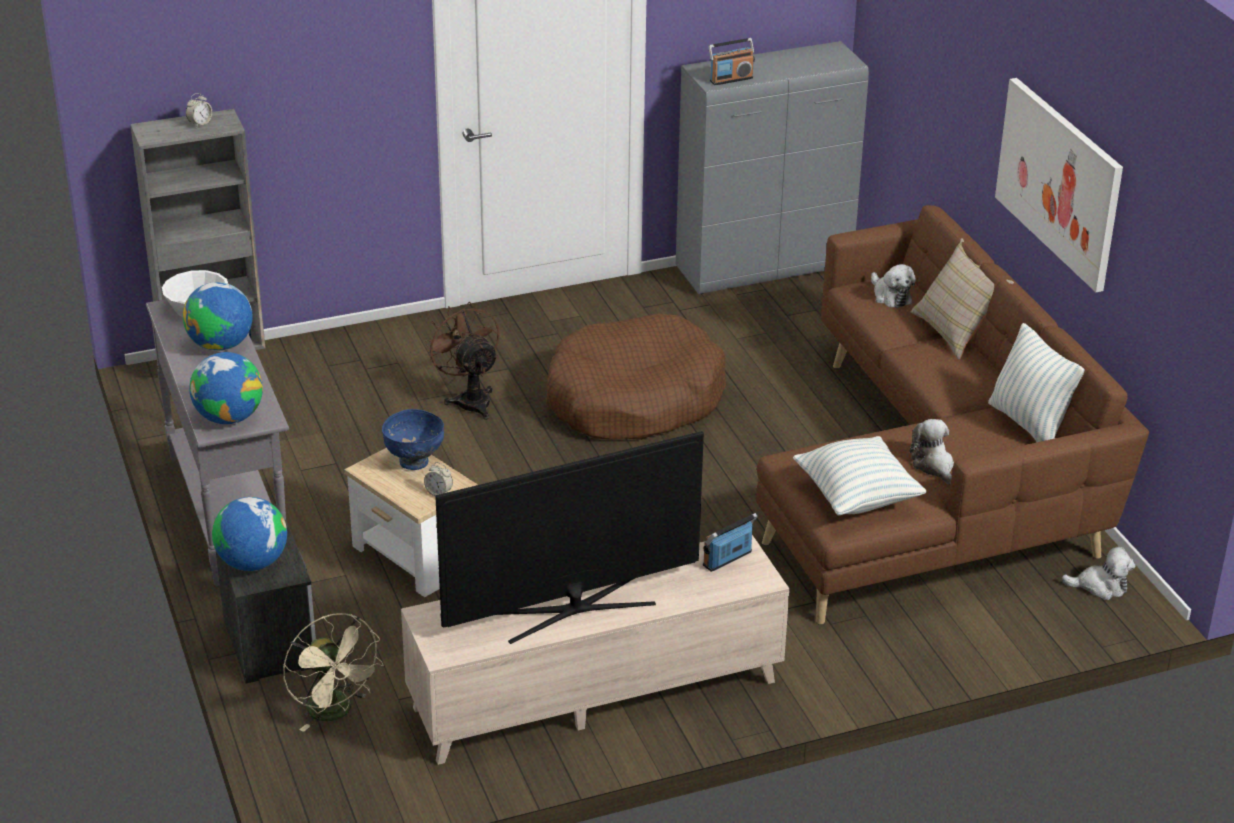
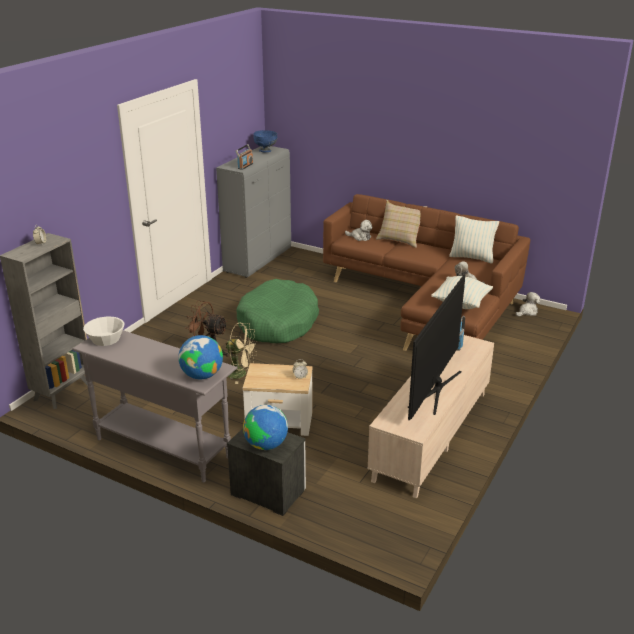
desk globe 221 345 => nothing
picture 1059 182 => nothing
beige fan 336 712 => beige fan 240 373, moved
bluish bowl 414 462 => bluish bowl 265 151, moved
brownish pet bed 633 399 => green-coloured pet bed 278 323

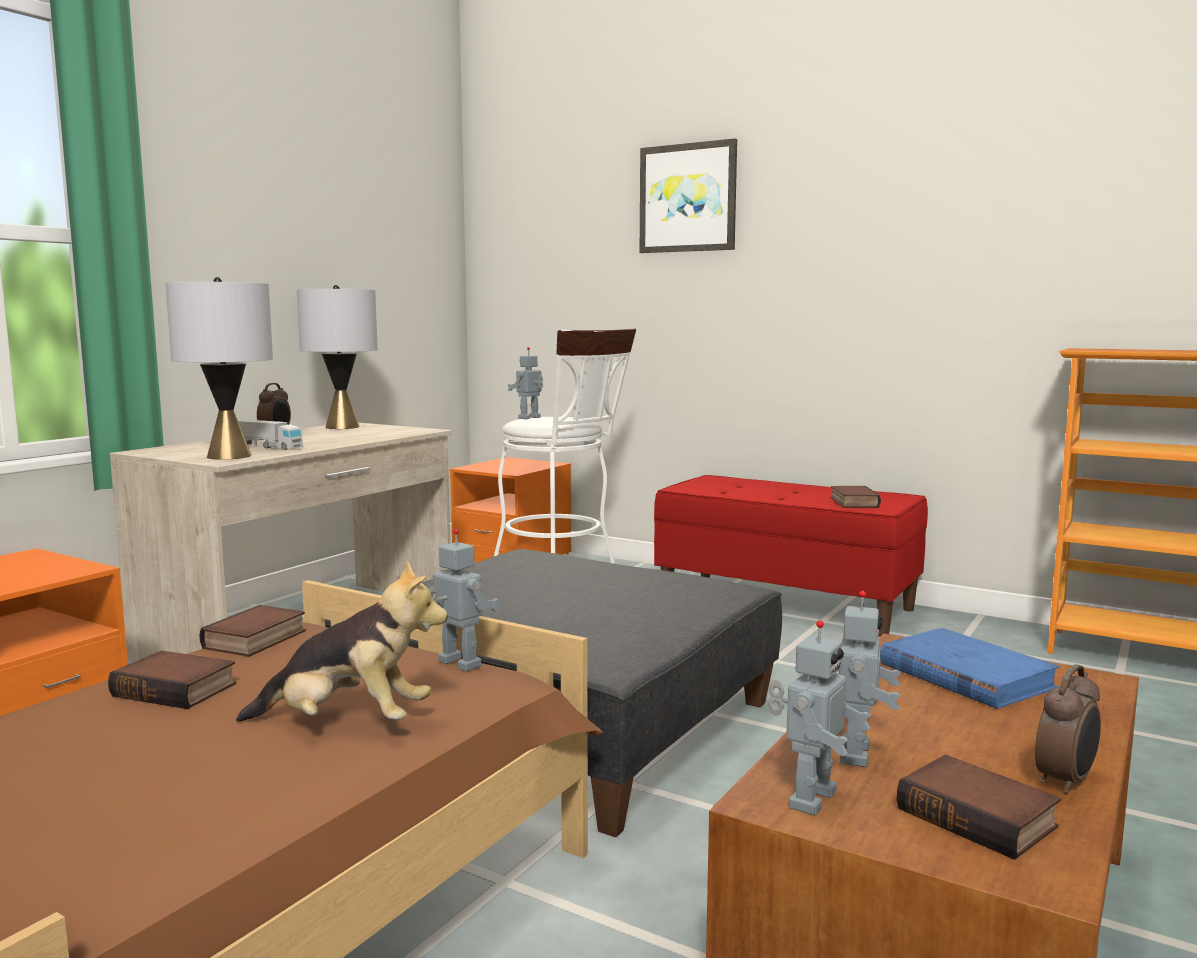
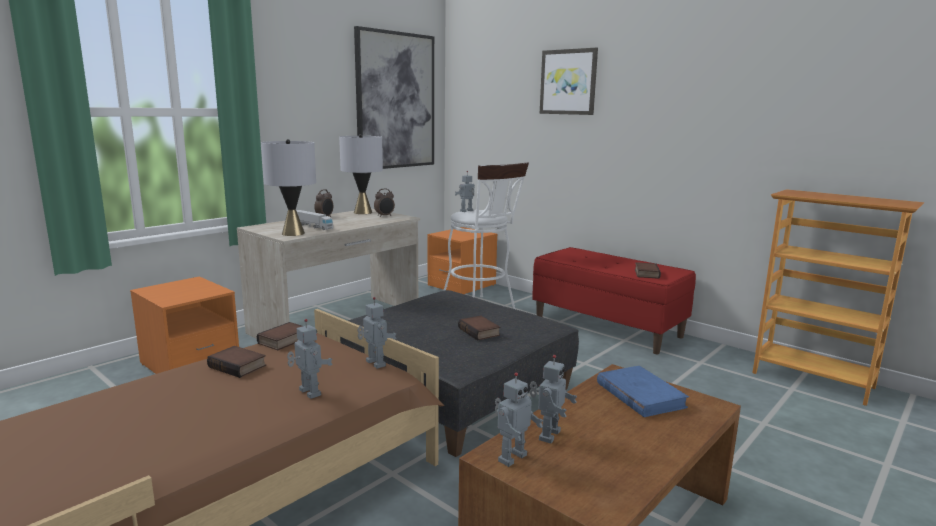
nothing => picture 395 101
book 980 817 => book 480 332, moved
bedside clock 1066 782 => bedside clock 384 216, moved
soft toy 348 723 => toy robot 308 393

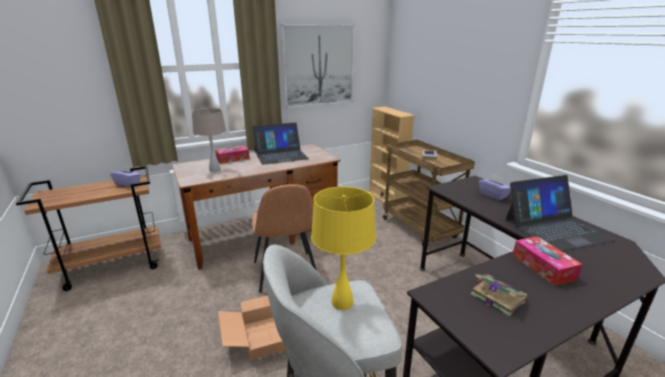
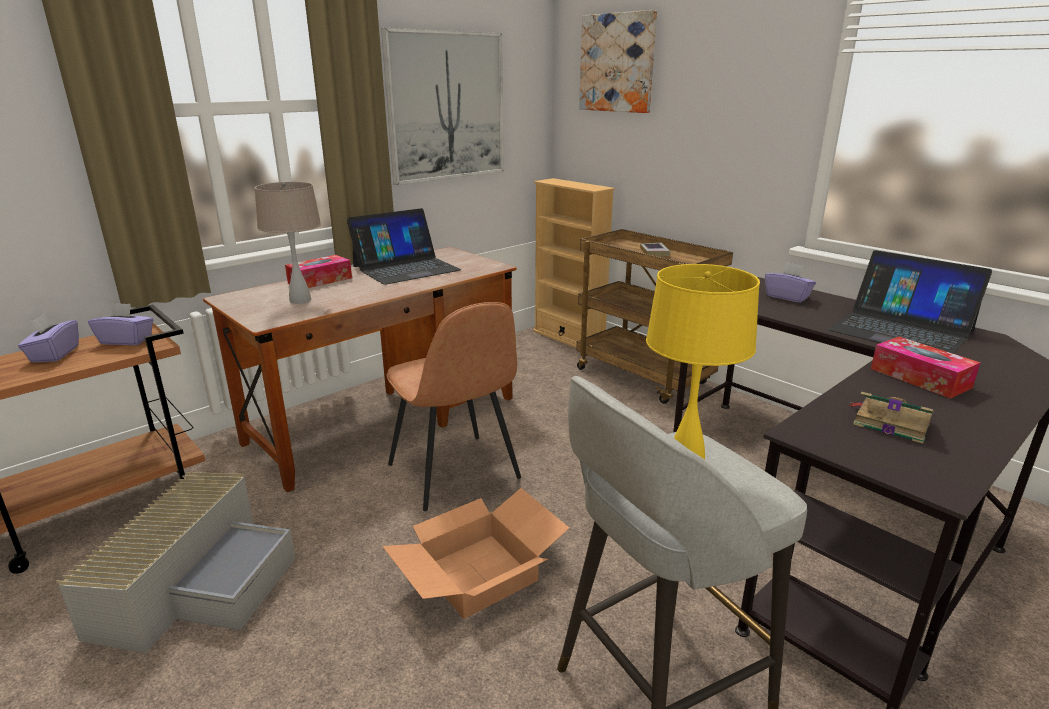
nothing => purplish tissue box 54 354
nothing => gray storage container 197 580
nothing => picture 617 63
portable computer 555 229 => portable computer 901 330, 75 degrees clockwise

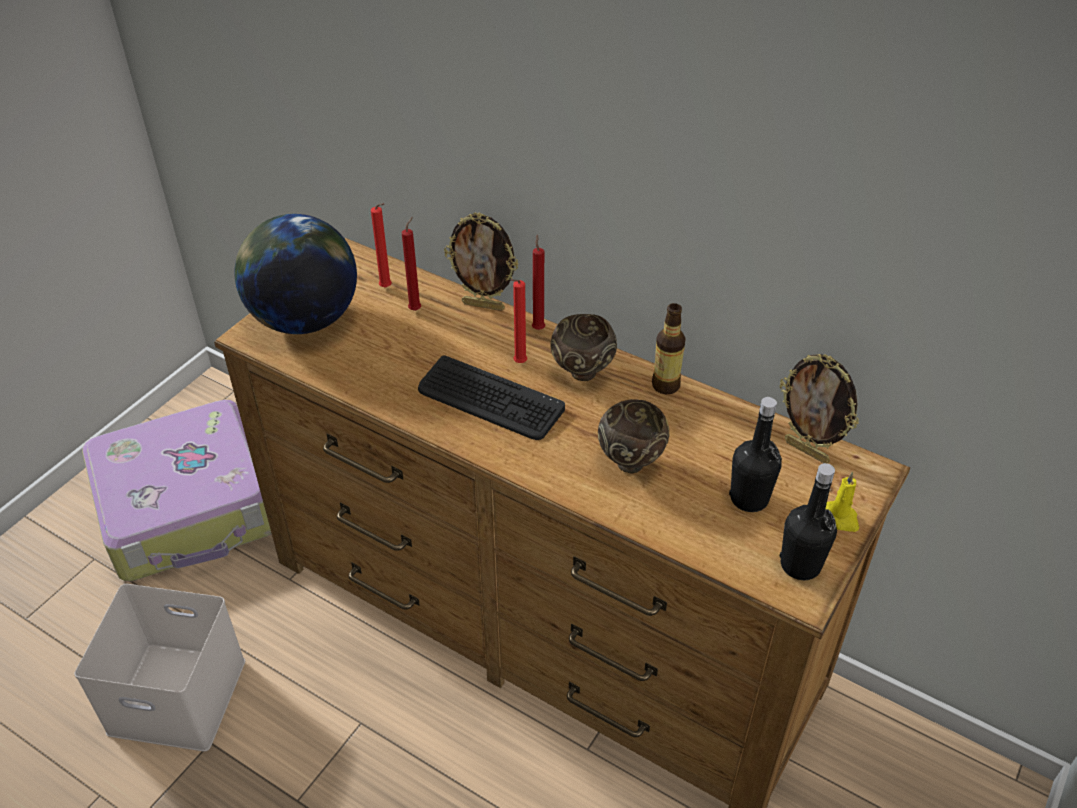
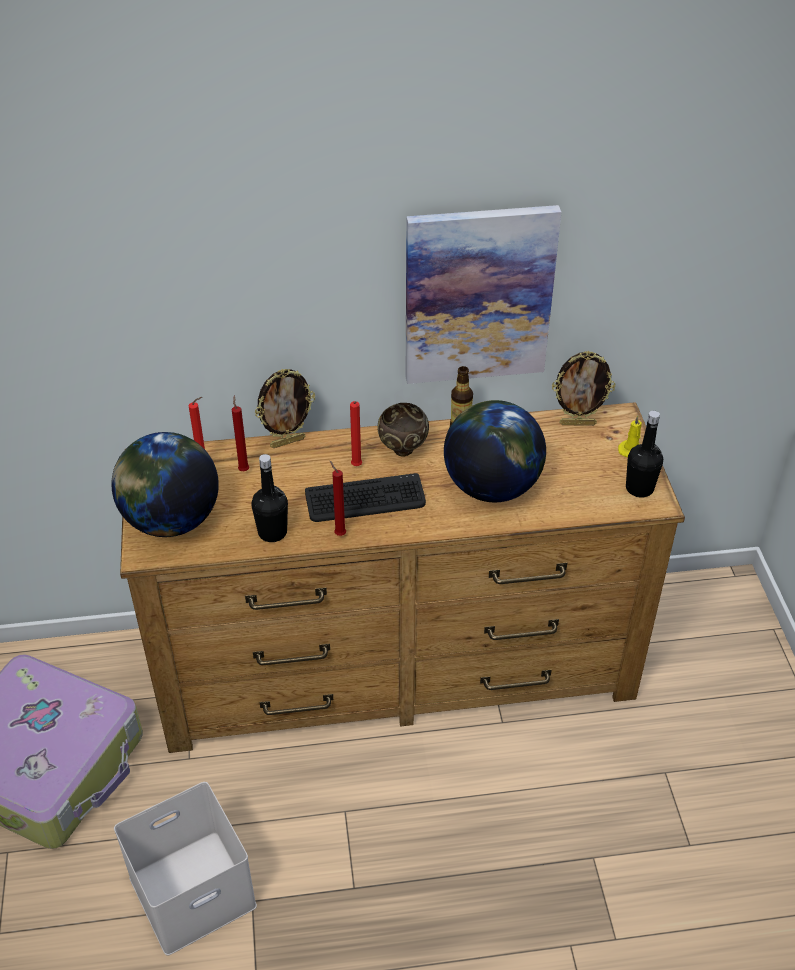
nothing => picture 478 295
red candle 538 328 => red candle 339 533, moved
black beverage bottle 749 498 => black beverage bottle 272 532, moved
brownish bowl 631 462 => desk globe 491 486

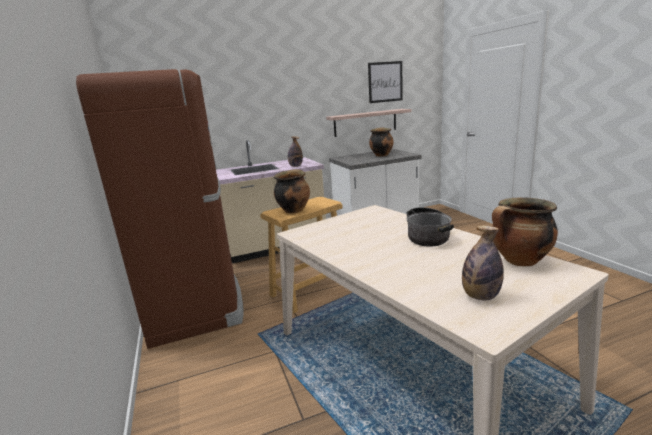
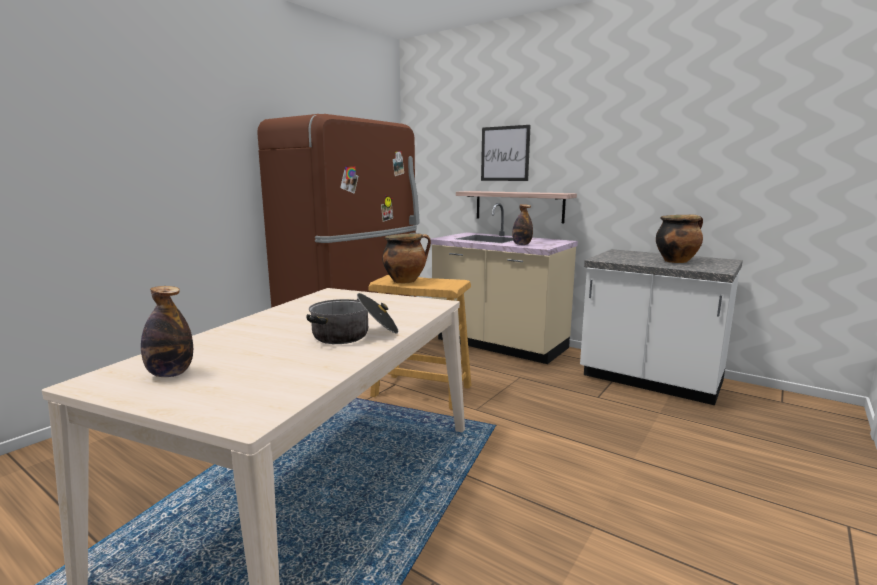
stockpot 519 261 => nothing
shelf 365 122 => shelf 518 206, moved
picture 385 82 => picture 505 153, moved

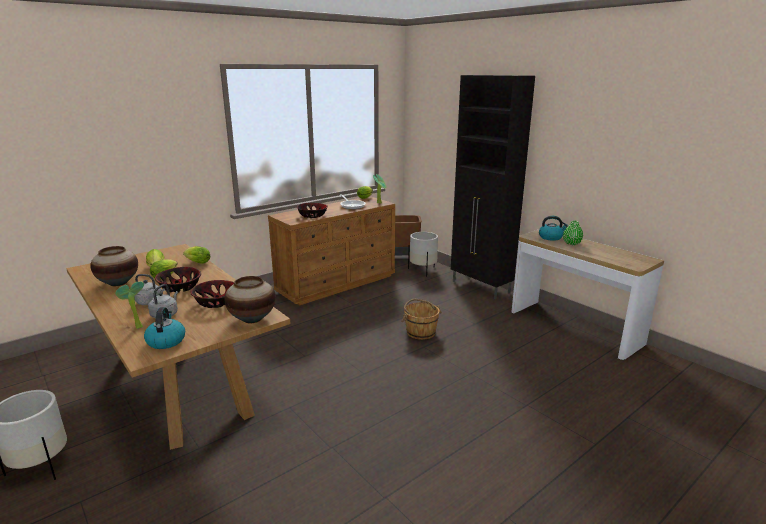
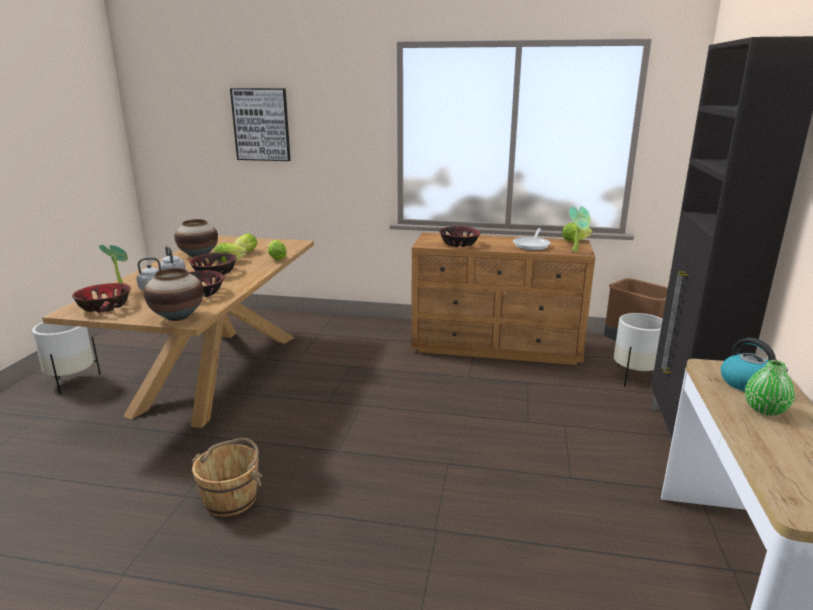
nothing => picture 261 124
brownish water bucket 420 332 => brownish water bucket 231 498, moved
tea kettle 166 341 => bowl 104 307

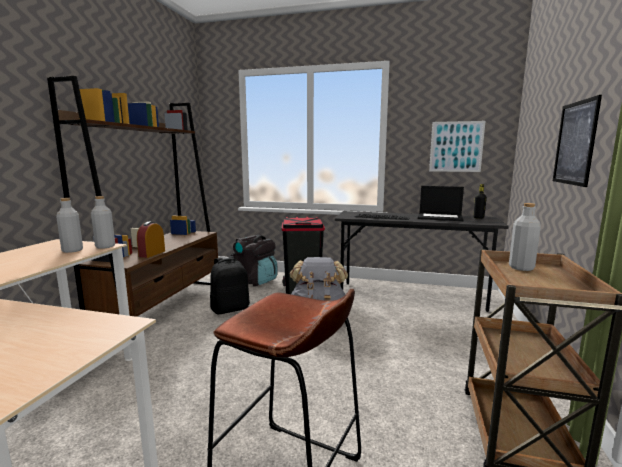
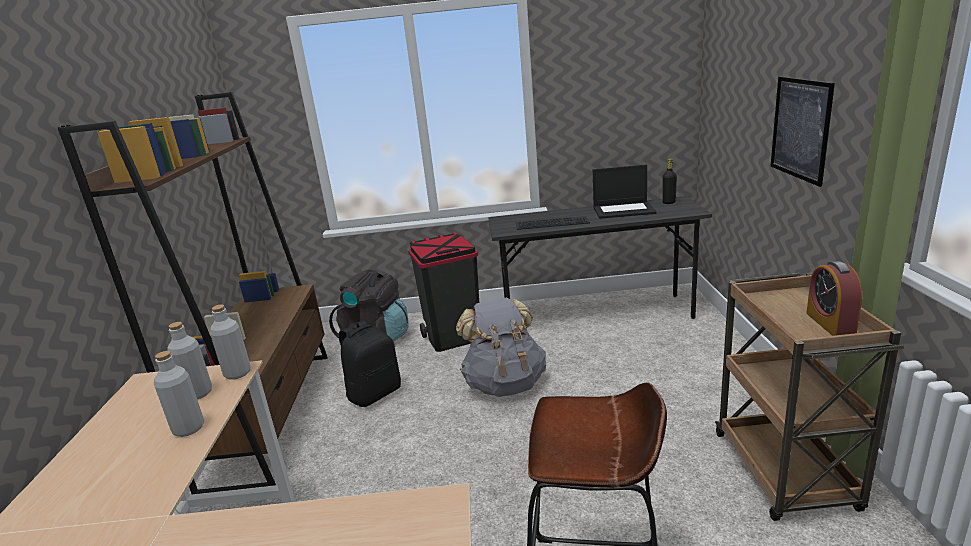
picture 456 146 => nothing
bedside clock 152 254 => bedside clock 830 323, moved
gray beverage bottle 521 268 => gray beverage bottle 188 428, moved

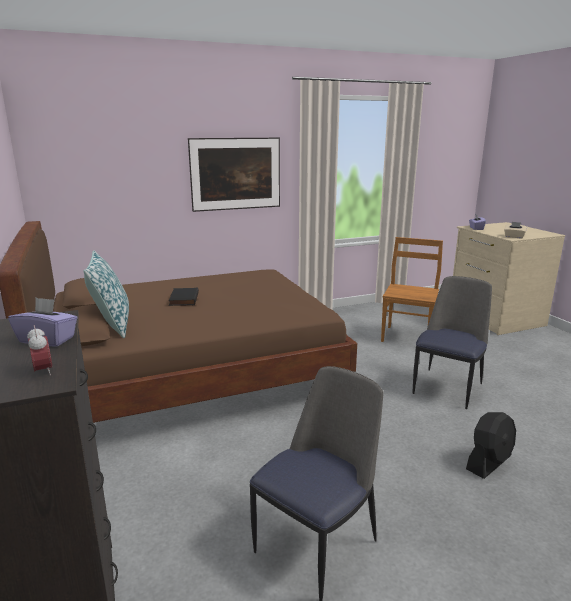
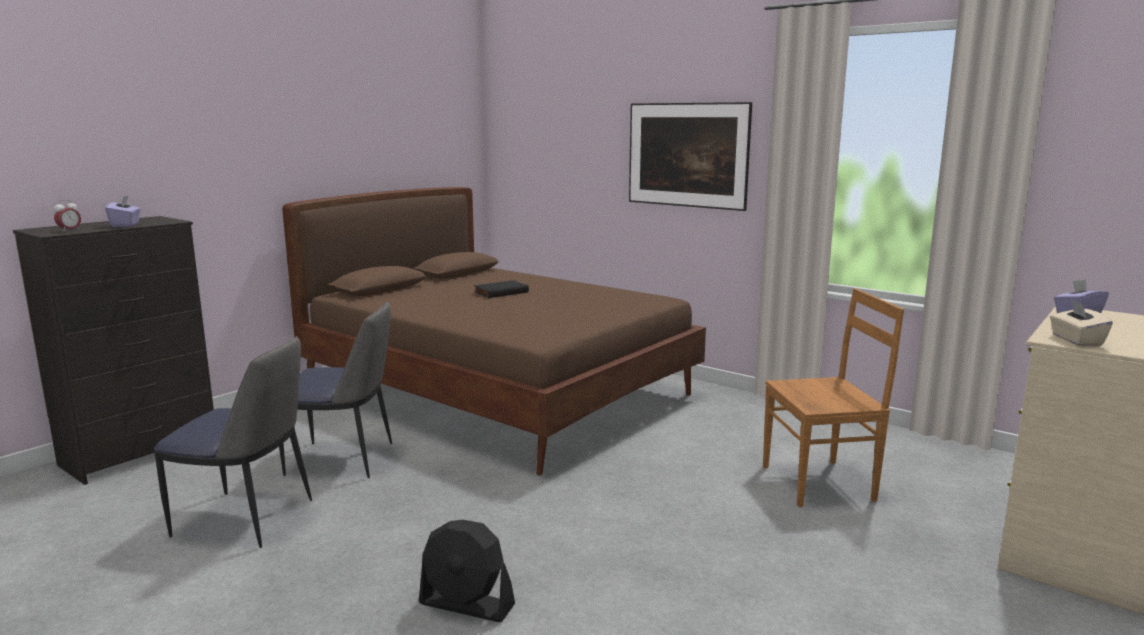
throw pillow 112 325 => nothing
plain chair 448 387 => plain chair 343 460, moved

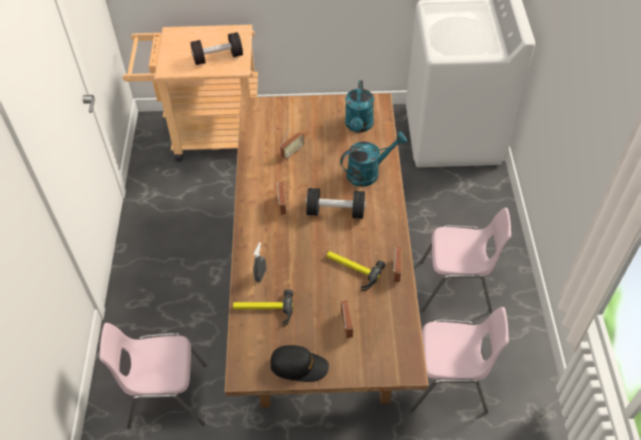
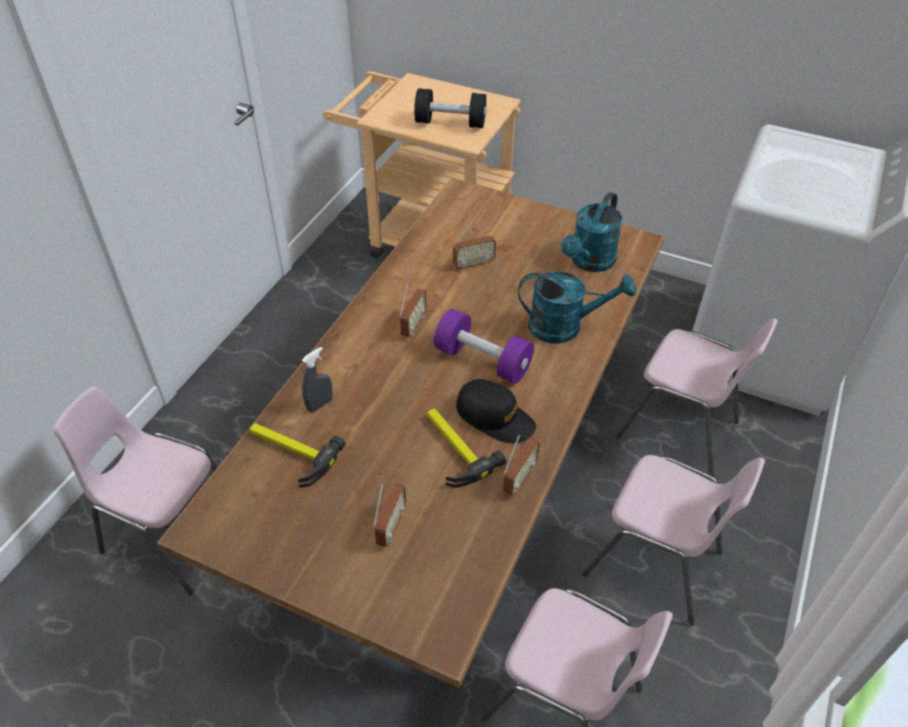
nothing => pink plain chair 679 430
black baseball cap 299 366 => black baseball cap 495 417, moved
black free weight 335 211 => purplish free weight 482 360

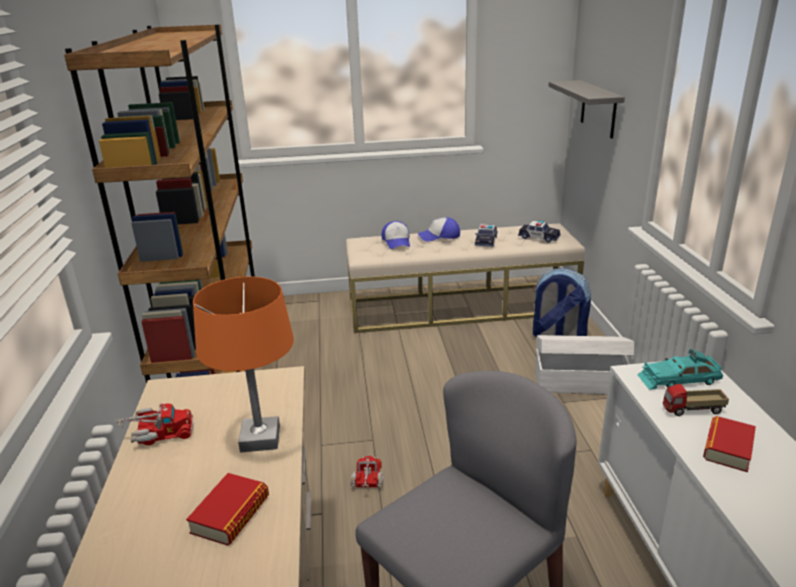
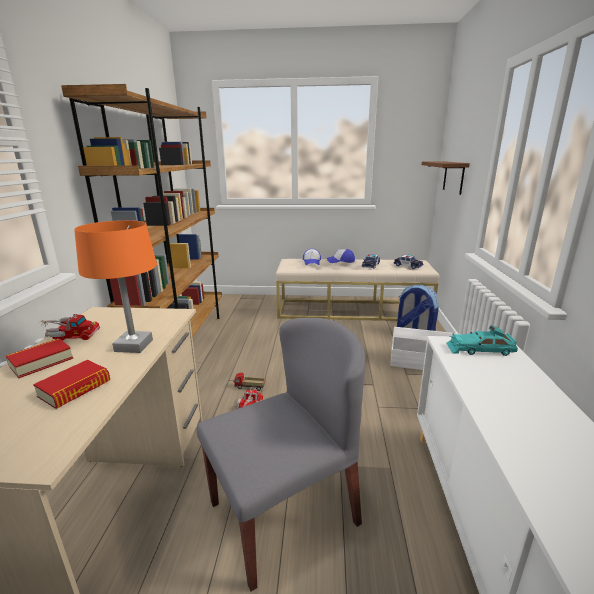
toy truck 693 410 => toy truck 249 387, moved
book 728 448 => book 41 362, moved
gray shelf 598 109 => brownish shelf 453 177

